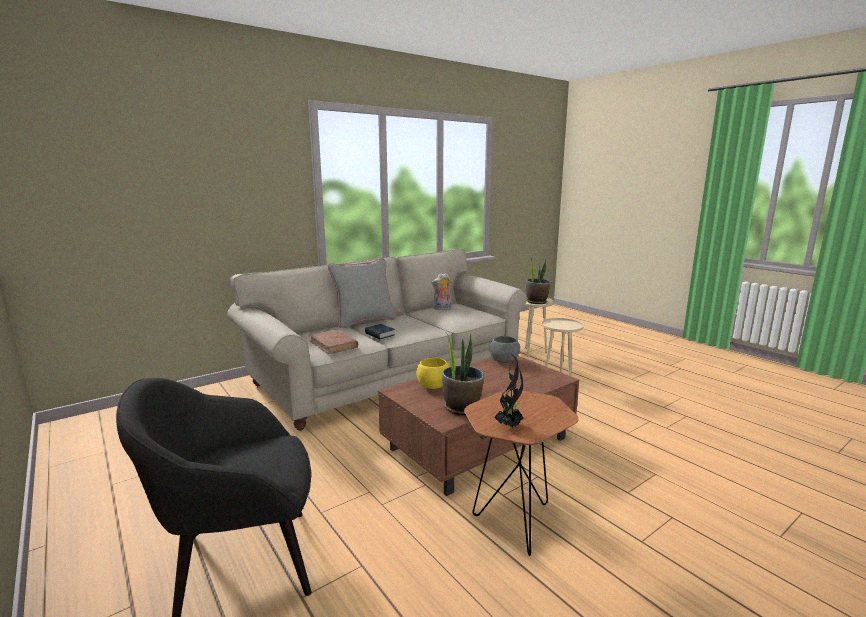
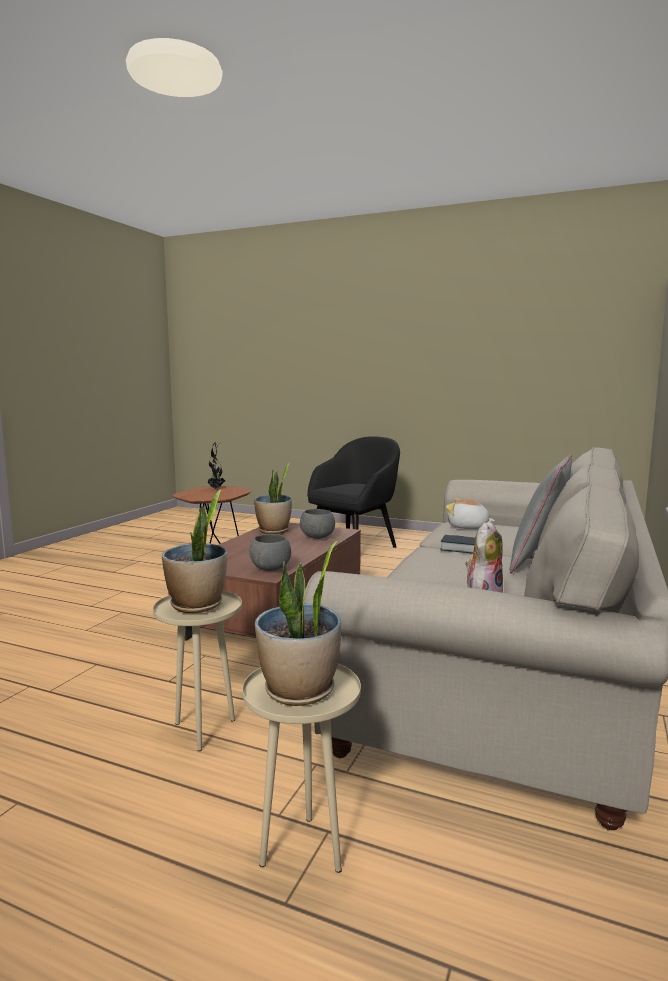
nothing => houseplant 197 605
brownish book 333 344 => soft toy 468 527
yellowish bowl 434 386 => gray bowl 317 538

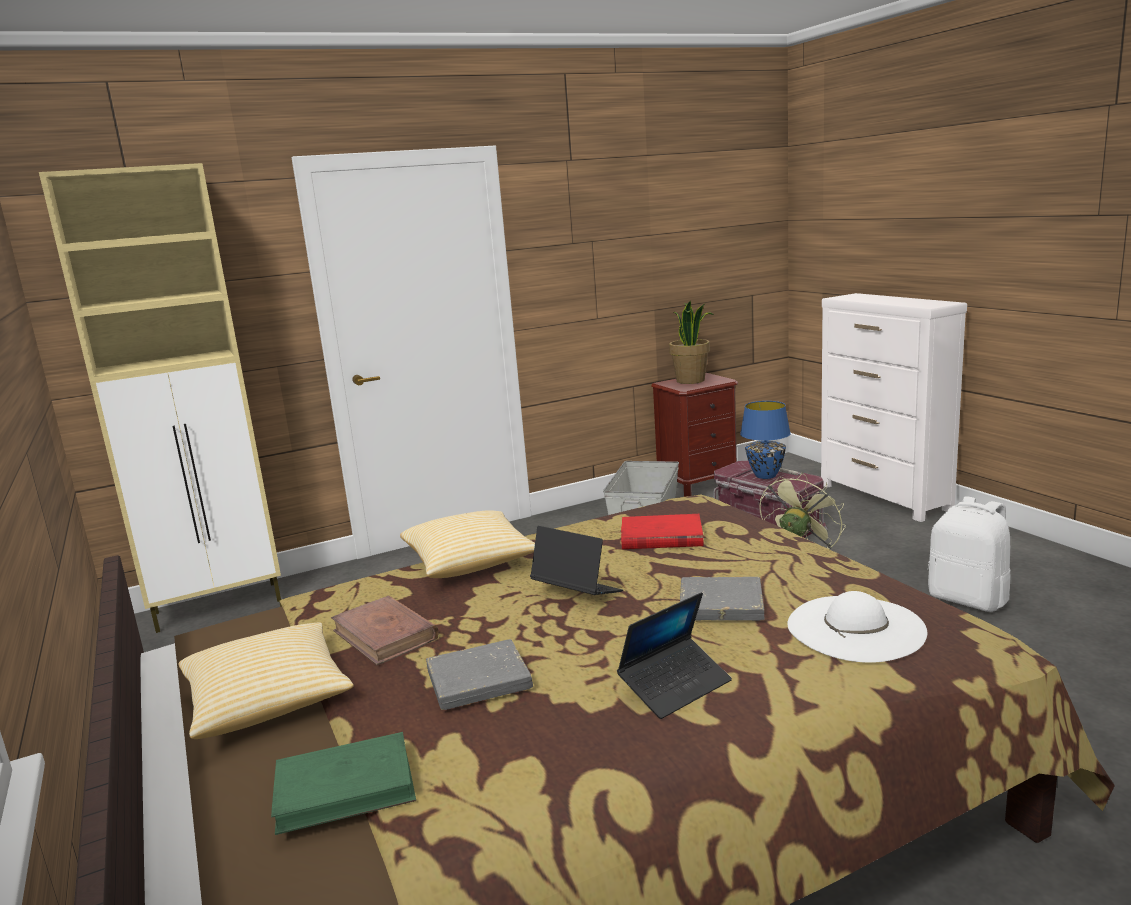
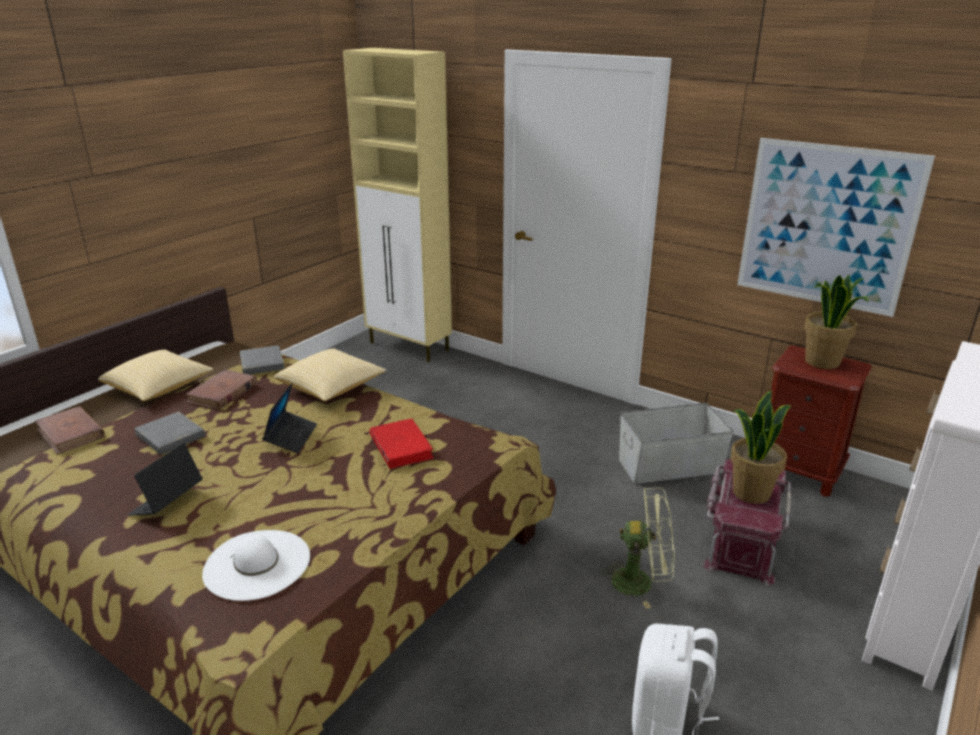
nothing => picture 826 226
gray book 721 605 => gray book 262 363, moved
bluish tabletop lamp 765 476 => houseplant 750 492
green-coloured book 346 788 => brownish book 71 433
portable computer 675 686 => portable computer 167 503, 90 degrees clockwise

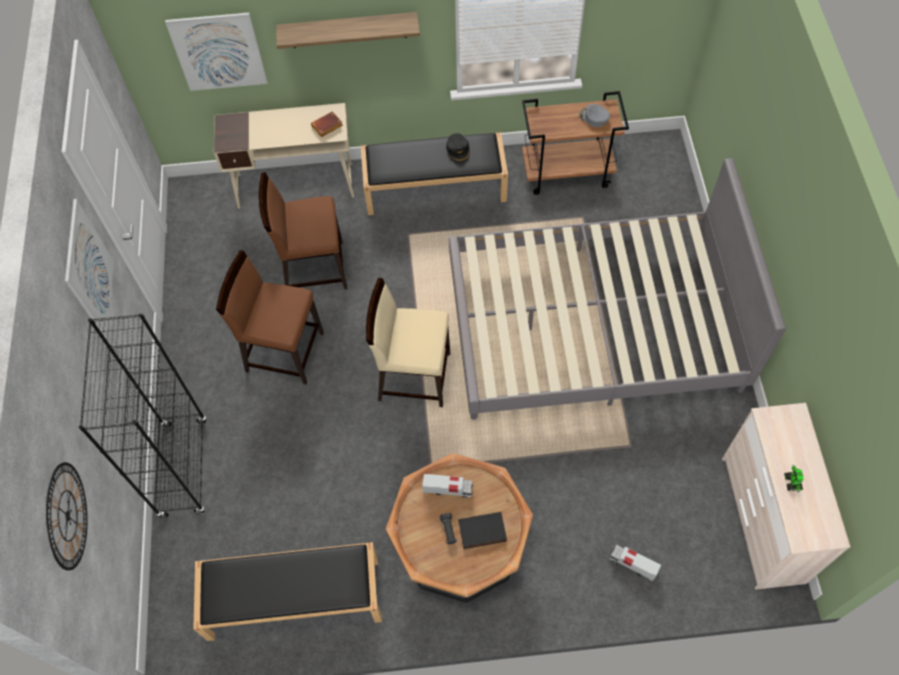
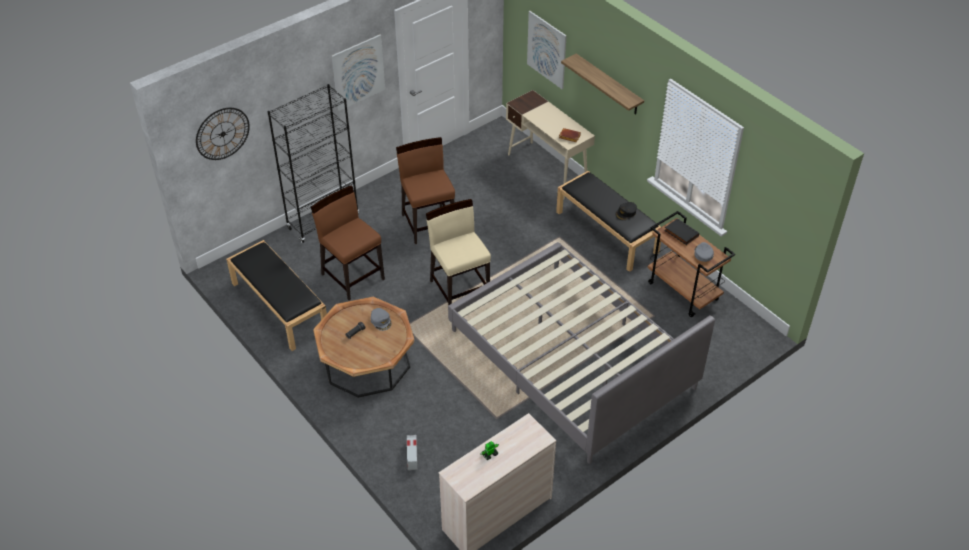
brownish plain chair 313 268 => brownish plain chair 353 276, moved
black book 482 532 => black book 680 233, moved
toy truck 448 489 => gray baseball cap 381 321

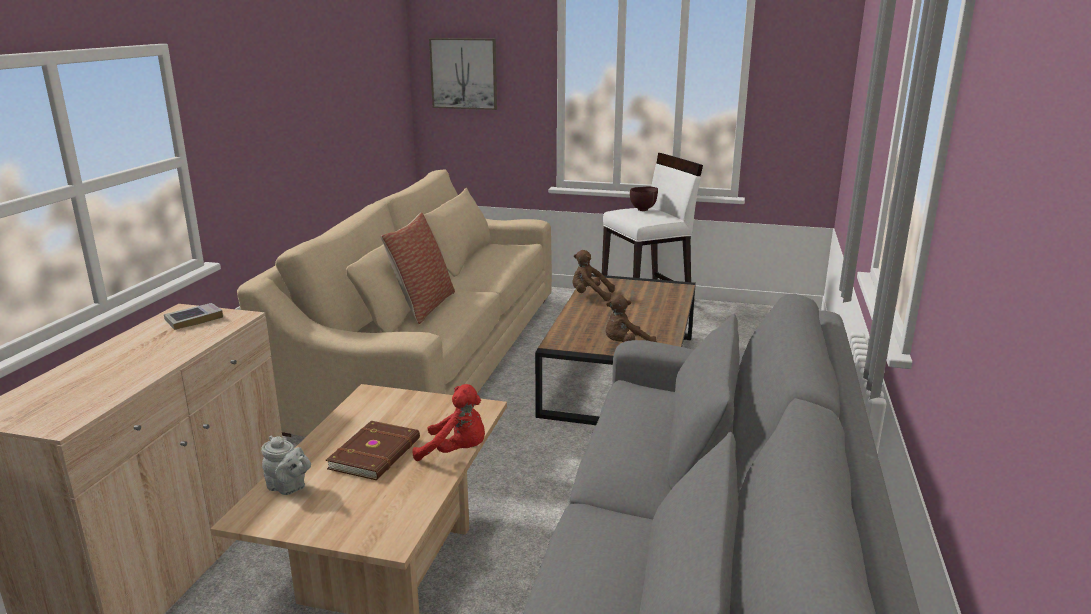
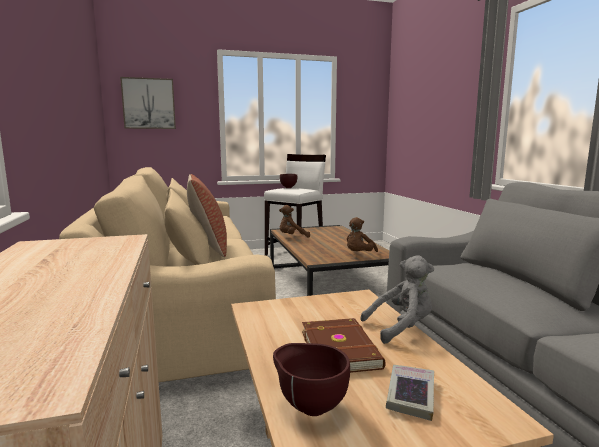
book 194 319 => book 410 395, moved
gray teapot 288 487 => brownish bowl 310 407
red soft toy 456 451 => gray soft toy 401 328

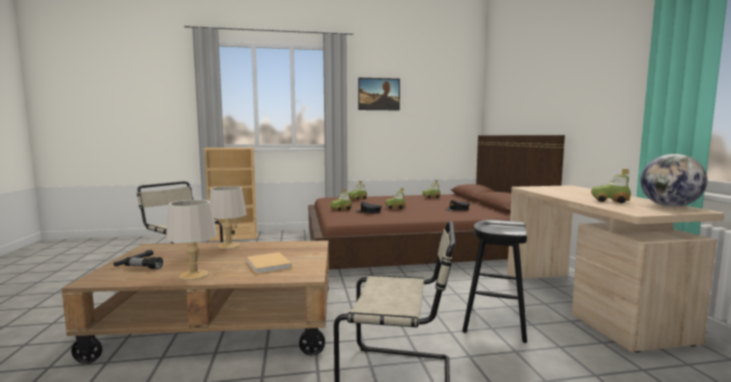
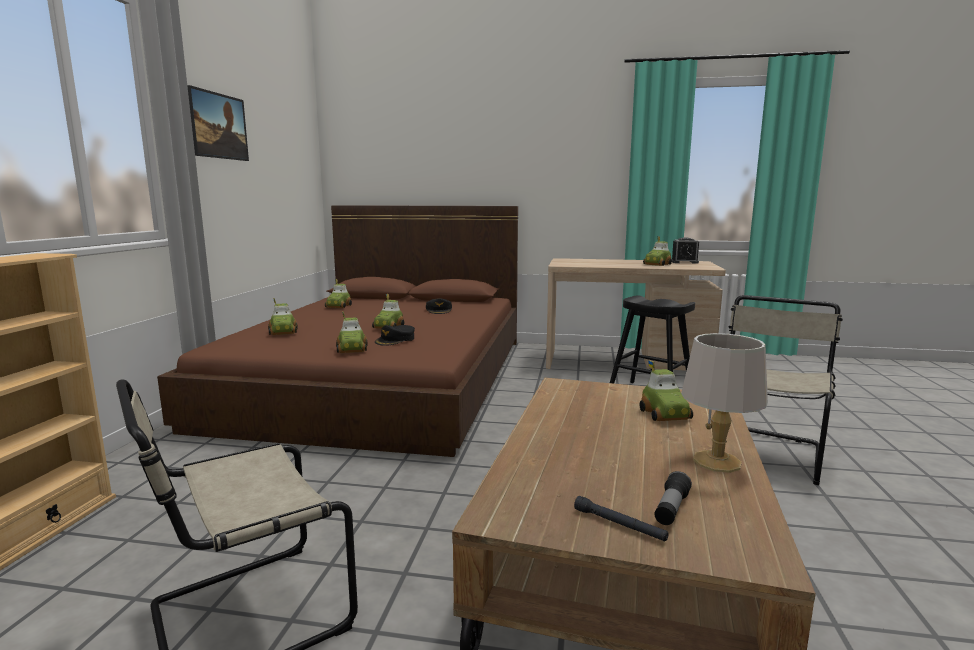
gray tabletop lamp 228 246 => nothing
beige book 268 265 => model car 666 414
desk globe 670 206 => bedside clock 684 262

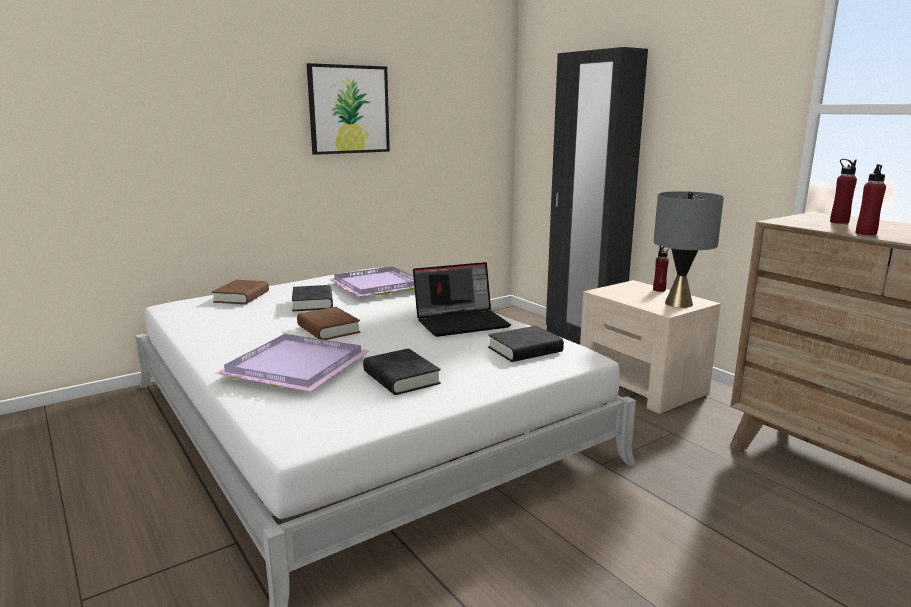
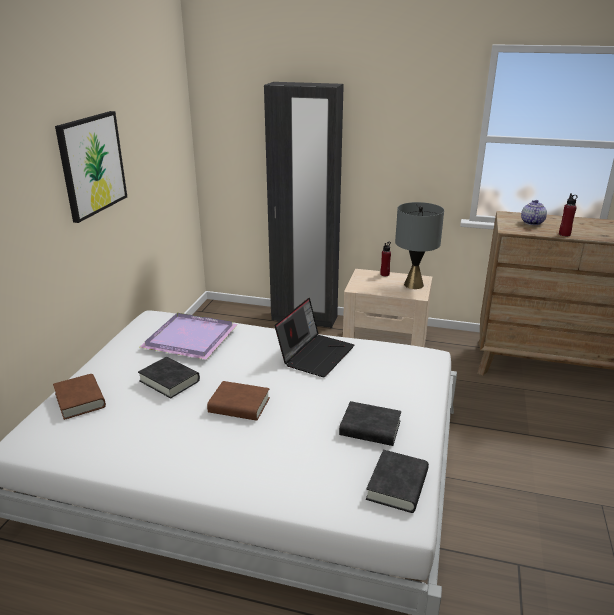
purplish carrying tray 293 367 => nothing
black book 525 350 => black book 397 485, moved
red beverage bottle 839 222 => teapot 531 222

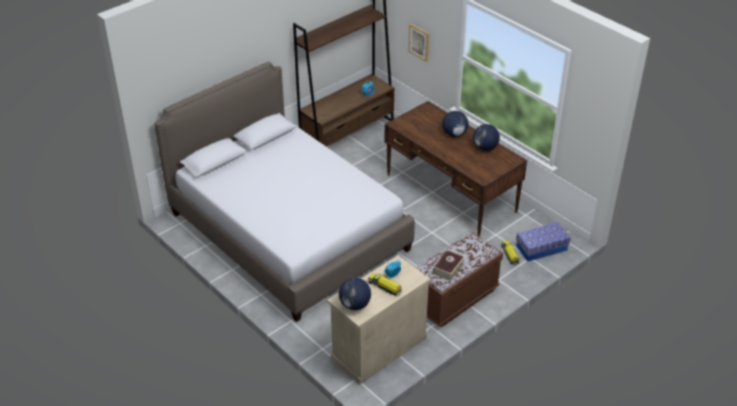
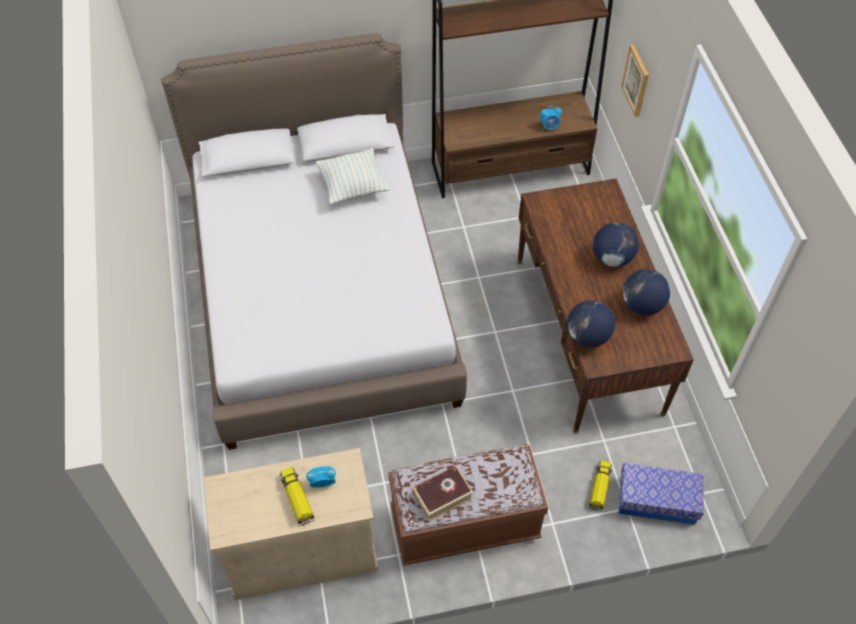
nothing => throw pillow 353 187
desk globe 355 305 => desk globe 587 336, moved

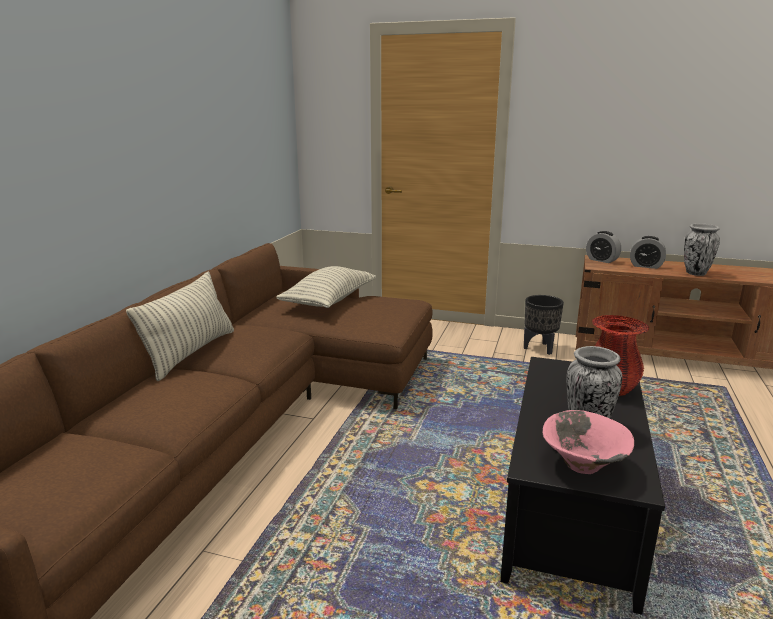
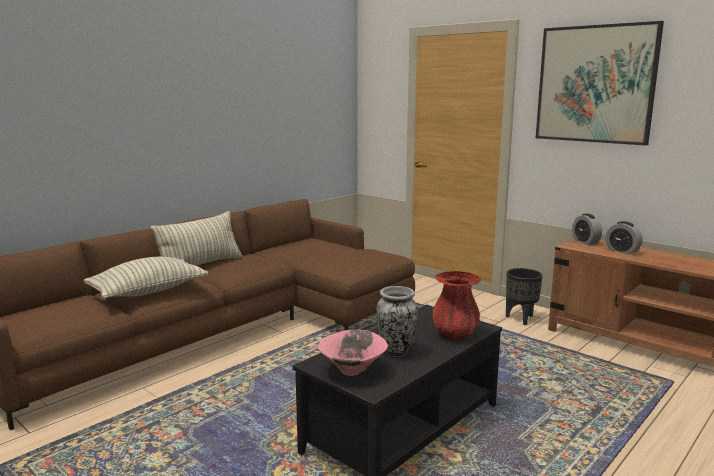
vase 695 273 => nothing
nothing => picture 595 84
throw pillow 329 301 => throw pillow 148 292, moved

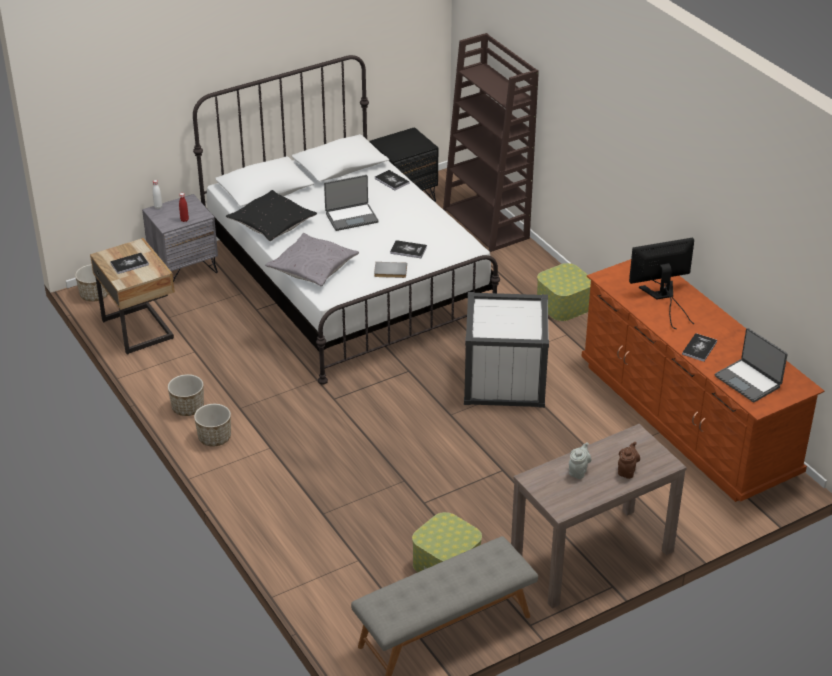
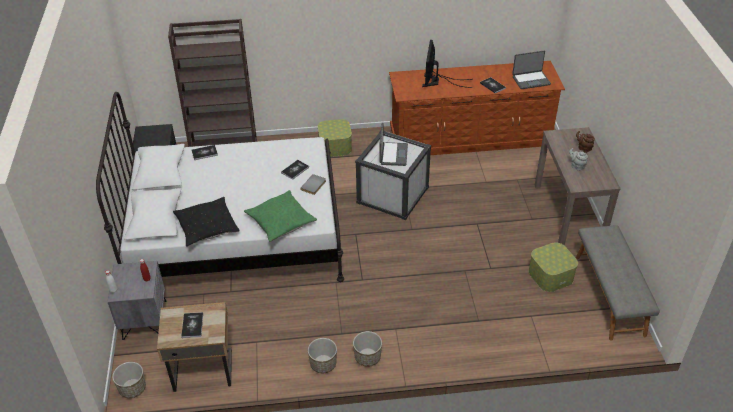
portable computer 351 217 => portable computer 393 154, moved
gray throw pillow 312 267 => green-coloured throw pillow 280 221

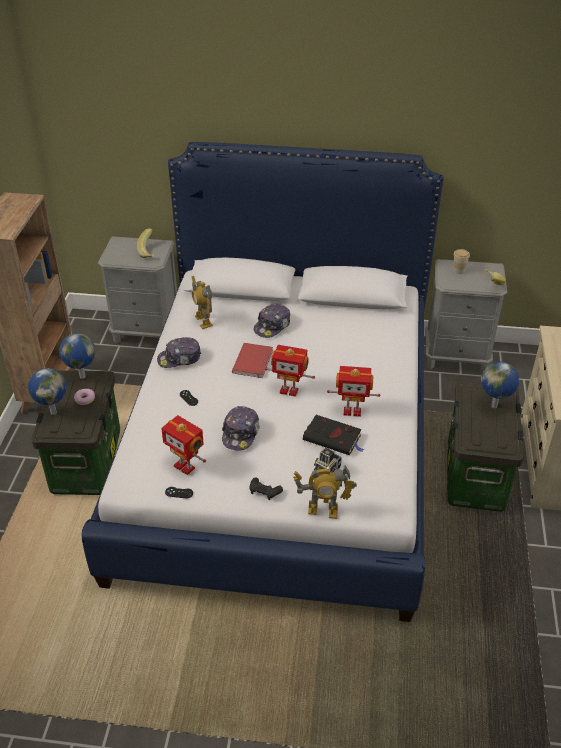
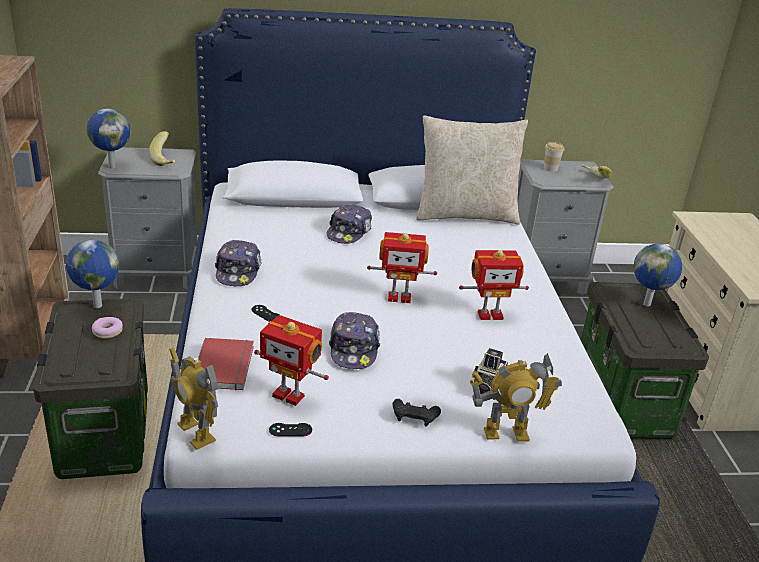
black book 333 438 => nothing
nothing => beige throw pillow 465 214
desk globe 53 412 => desk globe 112 166, moved
toy robot 203 321 => toy robot 195 433, moved
red book 254 362 => red book 226 366, moved
baseball cap 179 359 => baseball cap 238 271, 60 degrees counterclockwise

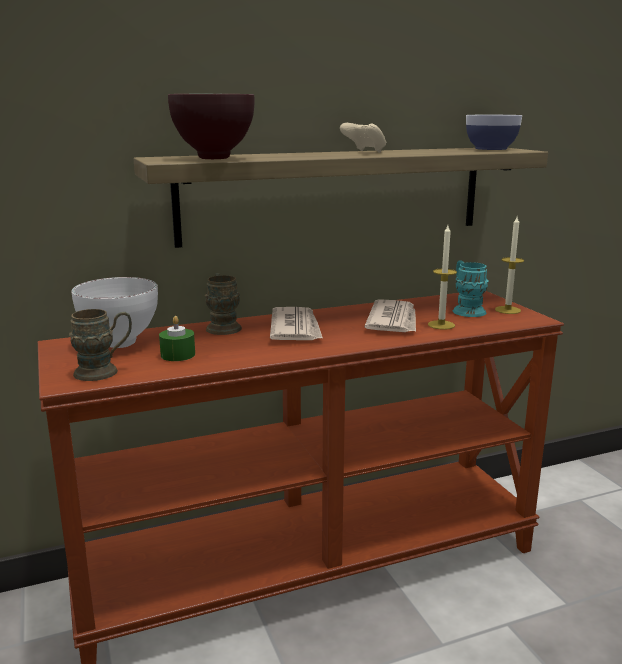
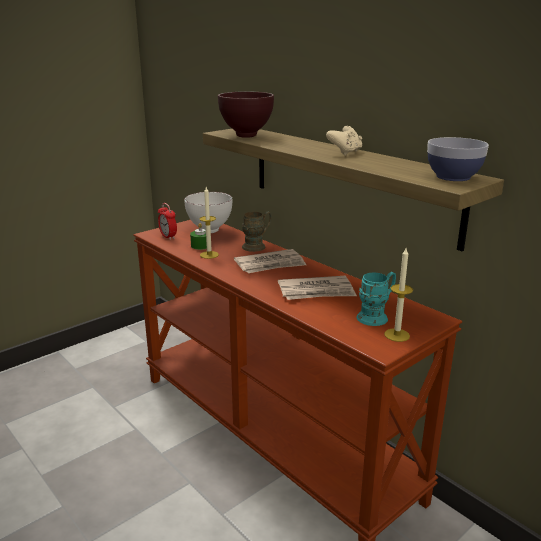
candle 441 325 => candle 209 255, moved
brownish mug 104 371 => bedside clock 168 237

